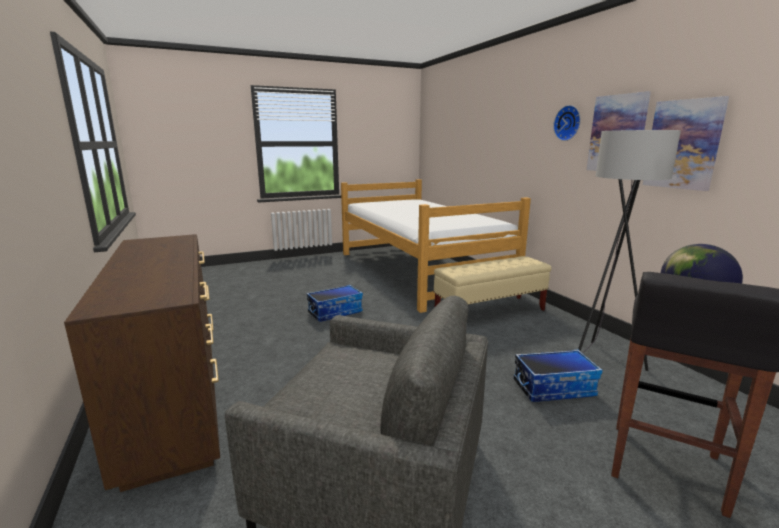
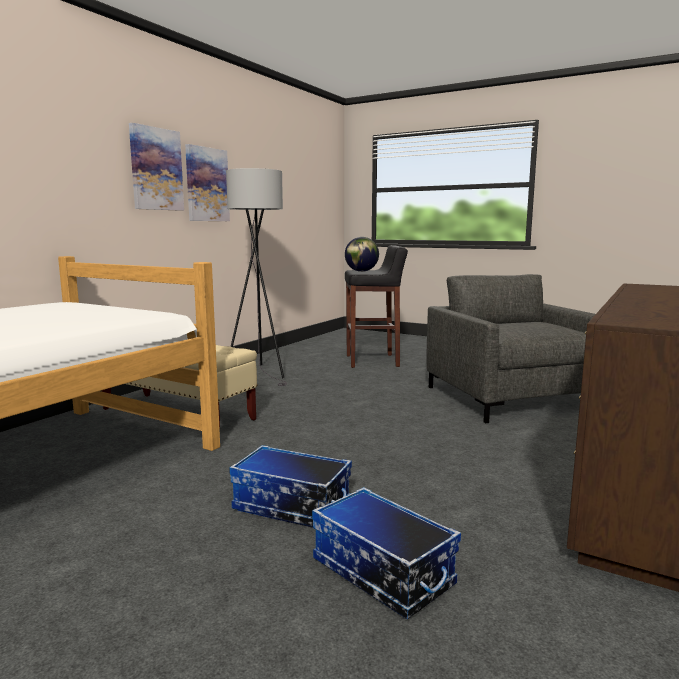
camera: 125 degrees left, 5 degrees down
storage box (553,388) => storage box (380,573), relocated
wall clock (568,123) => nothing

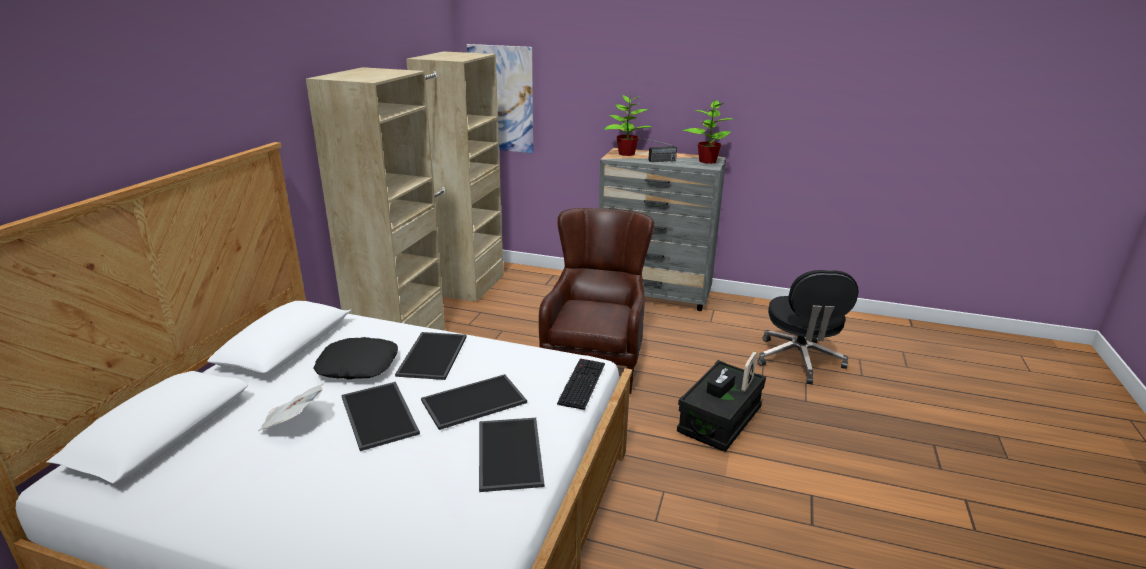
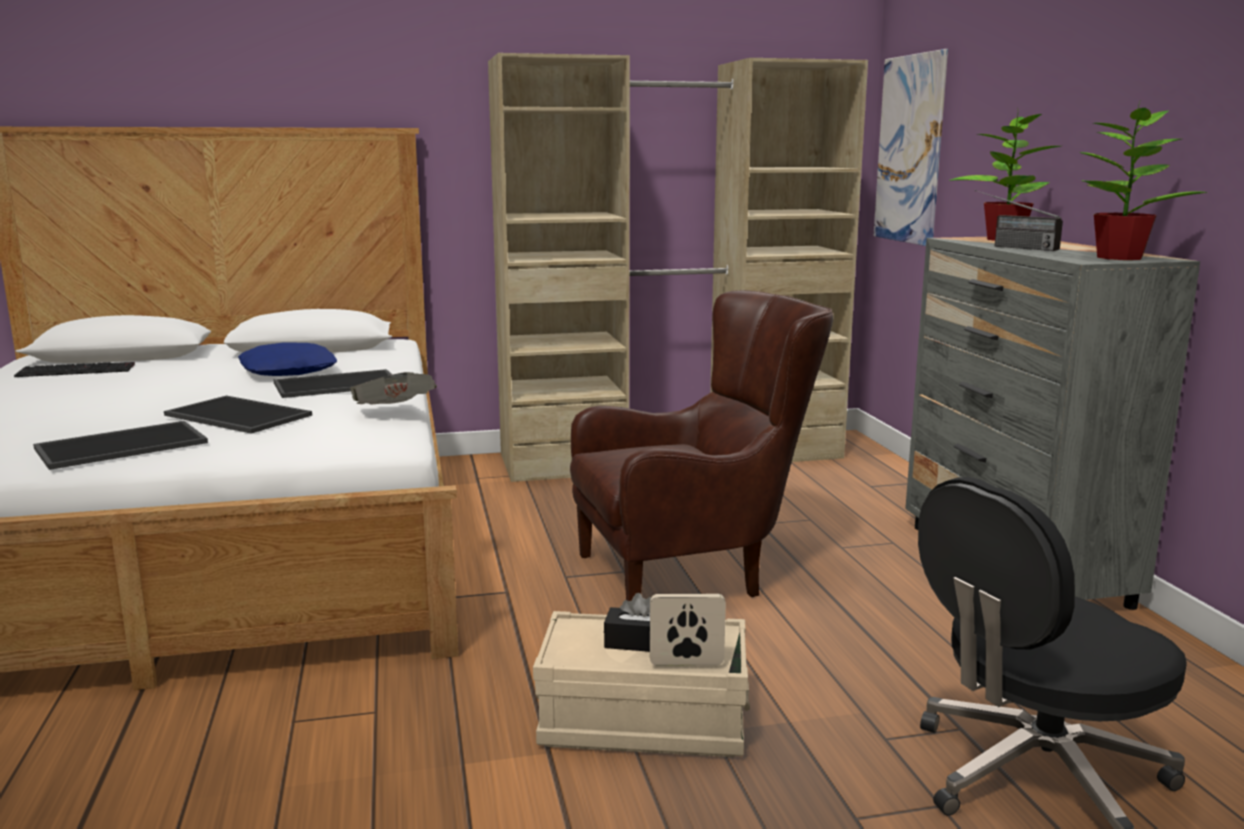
camera: 60 degrees right, 10 degrees down
keyboard (581,383) => keyboard (78,370), relocated
pillow (black) (358,365) => pillow (blue) (289,371)
newspaper (294,422) => newspaper (395,413), relocated
storage box (black) (719,420) => storage box (beige) (643,721)
tray (381,415) => nothing

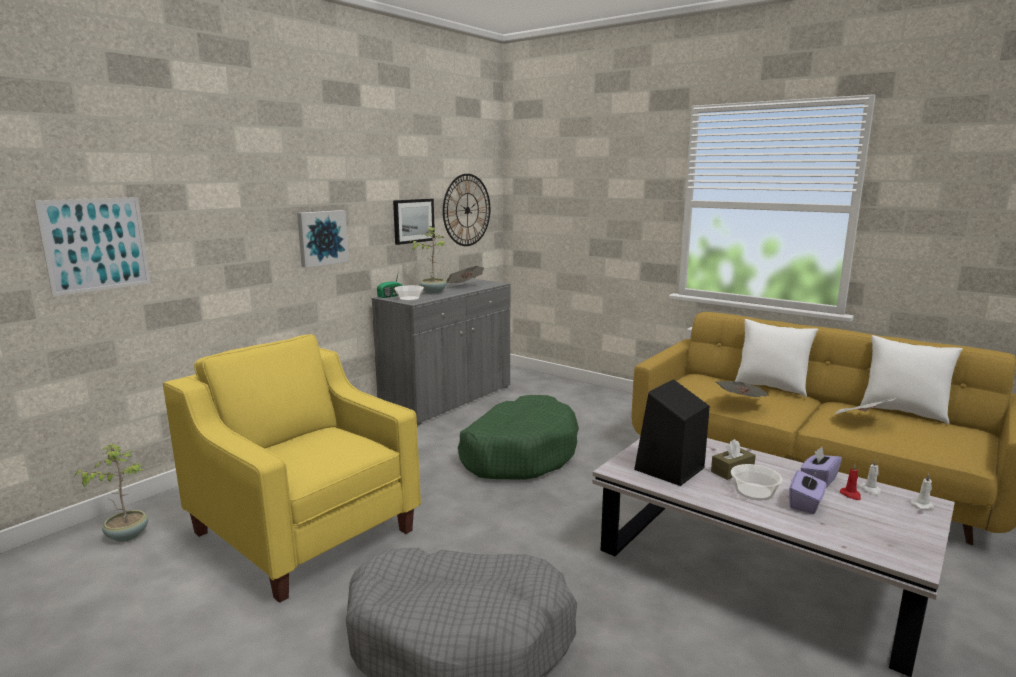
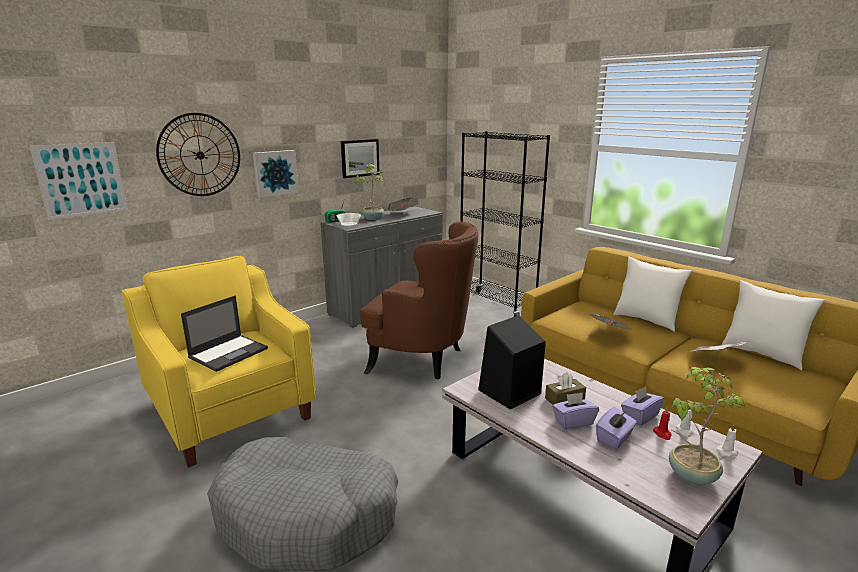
camera: 10 degrees right, 5 degrees up
wall clock (467,210) => wall clock (200,155), relocated
nothing => laptop (229,352)
dog bed (green) (519,453) => armchair (brown) (423,359)
nothing => bookcase (black) (496,304)
bowl (754,492) => tissue box (purple) (573,421)
potted plant (127,535) => potted plant (691,475), relocated

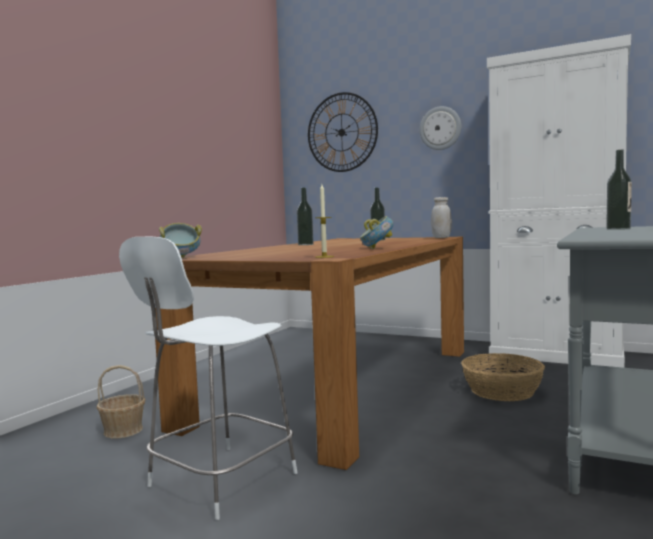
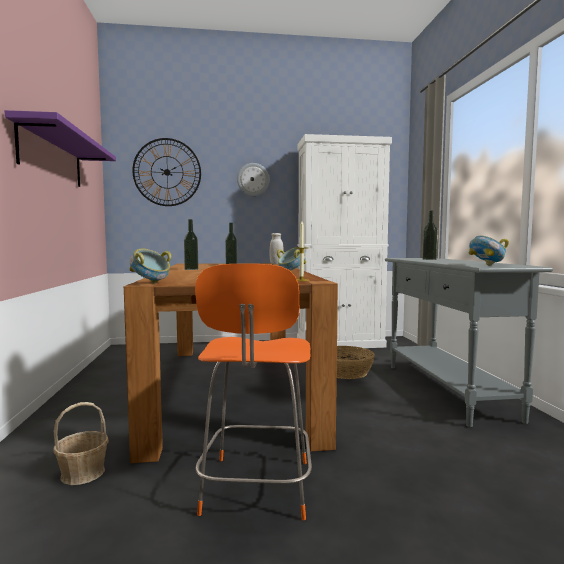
camera: 35 degrees left, 0 degrees up
nothing => shelf (purple) (52,157)
chair (white) (218,481) => chair (orange) (256,489)
nothing => bowl (486,265)

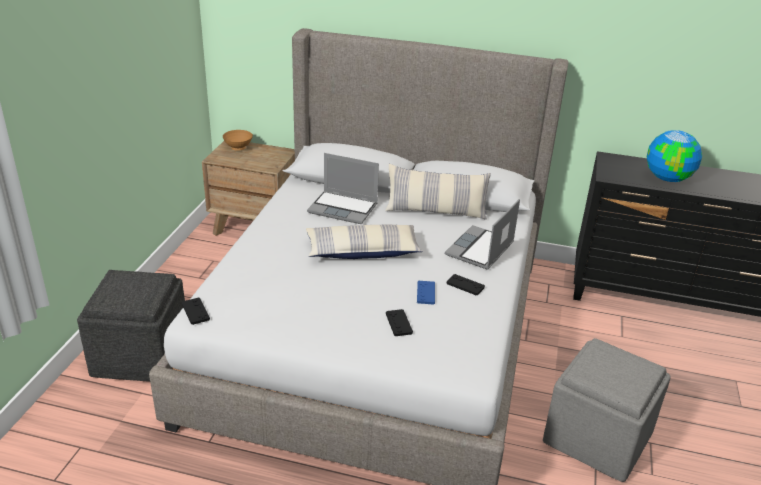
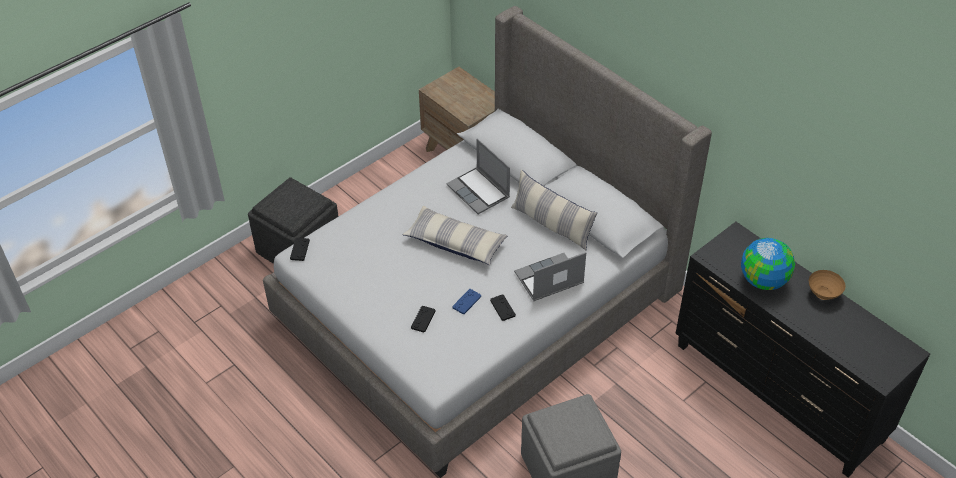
camera: 35 degrees right, 15 degrees up
bowl (brown) (238,149) => bowl (brown) (823,295), relocated

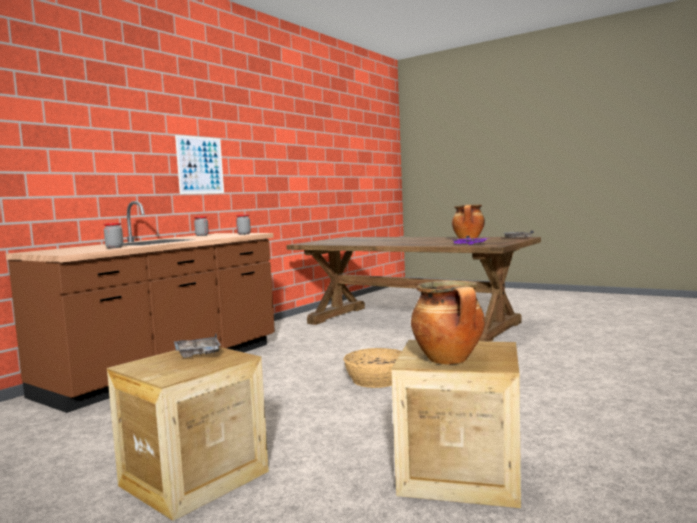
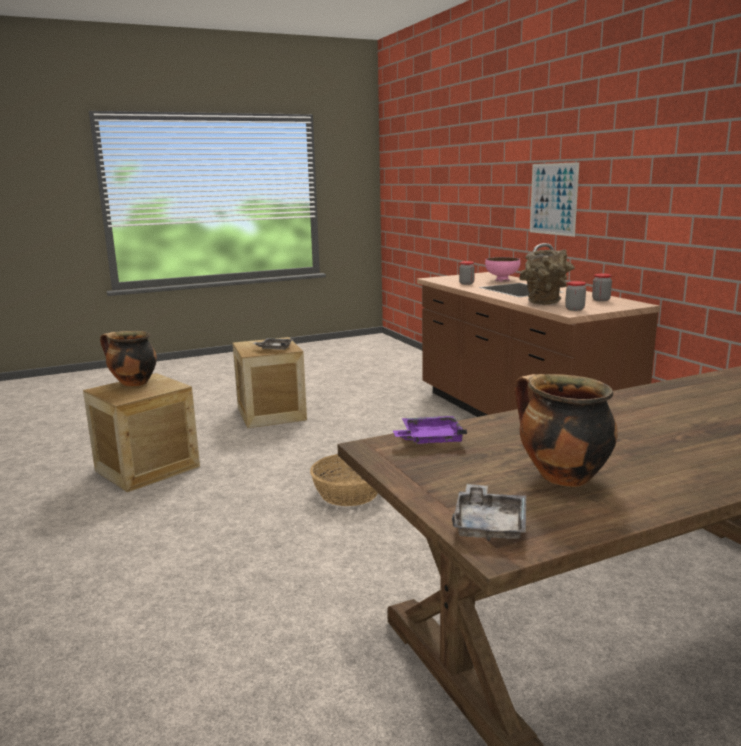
camera: 120 degrees right, 10 degrees up
nothing => bowl (pink) (502,280)
nothing => vase (brown) (545,303)
picture (200,165) => picture (553,199), relocated

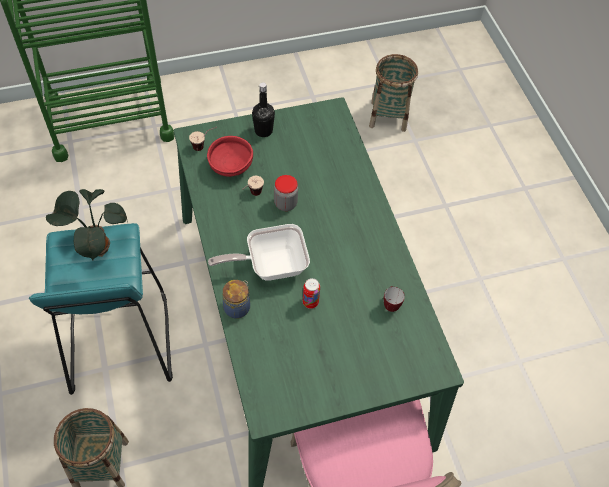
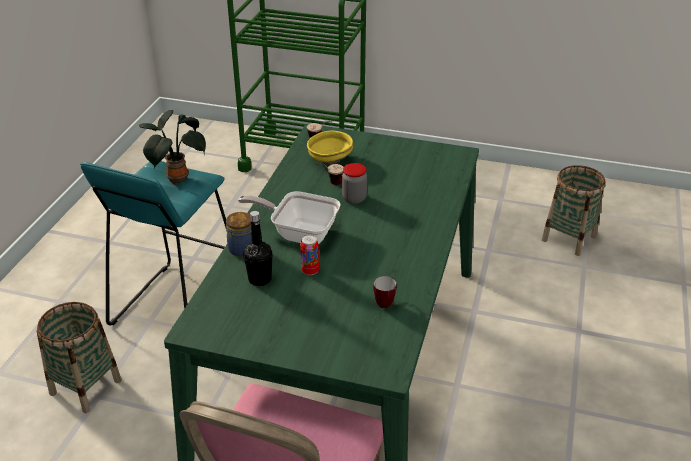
camera: 35 degrees right, 20 degrees down
bottle (black) (263,131) => bottle (black) (260,279), relocated
bowl (red) (230,166) => bowl (yellow) (329,159)

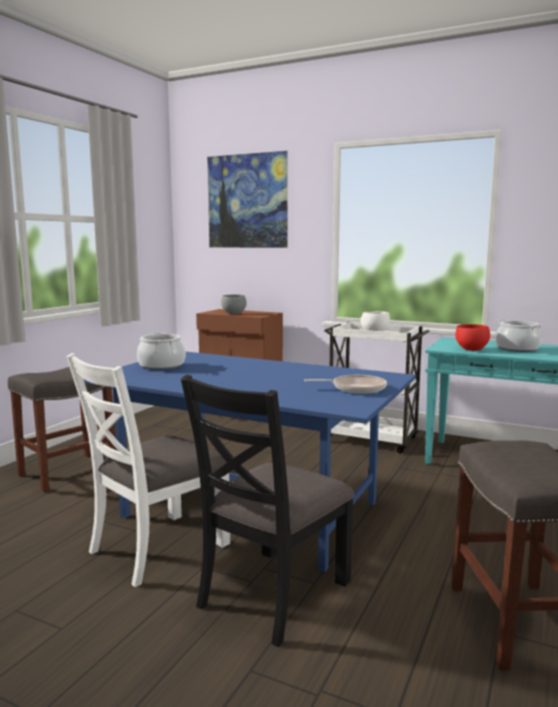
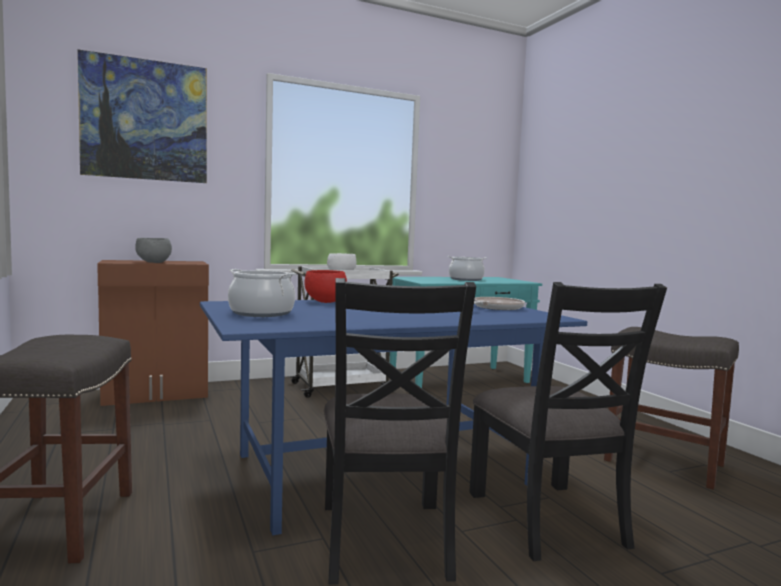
camera: 50 degrees left, 5 degrees down
bowl (red) (471,349) => bowl (red) (325,302), relocated
chair (white) (157,547) => chair (black) (386,539)

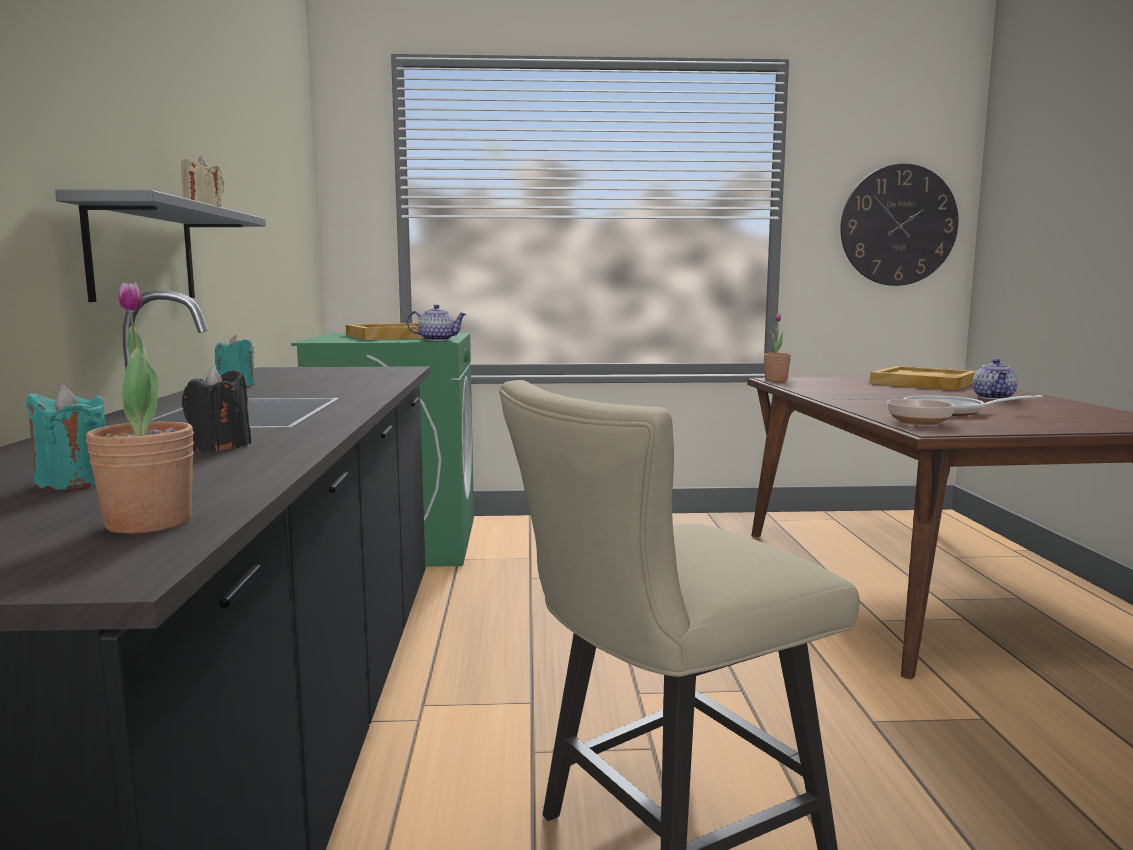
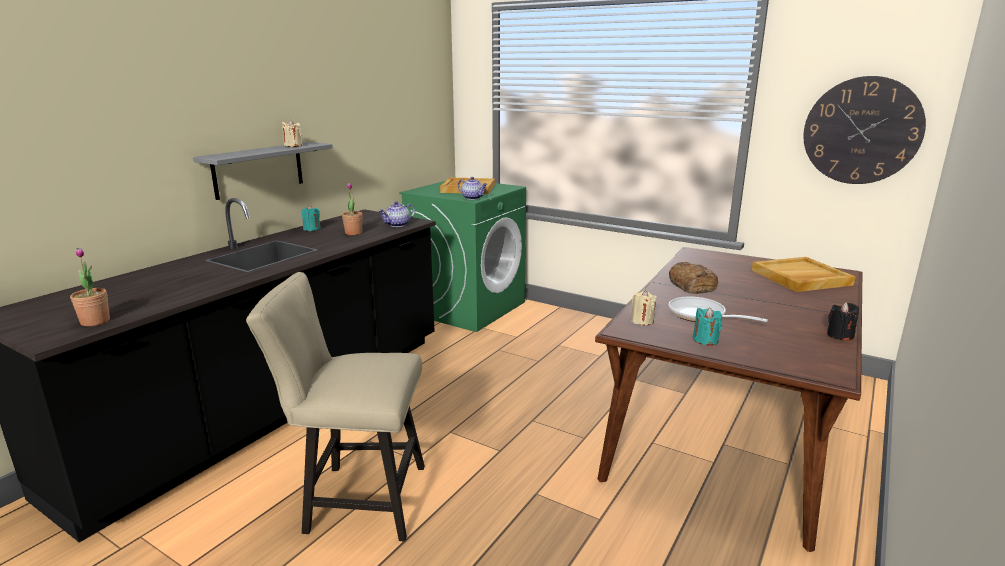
camera: 35 degrees right, 10 degrees up
potted plant (776,380) => potted plant (353,233), relocated
teapot (994,398) => teapot (398,225), relocated
bowl (920,422) => candle (beige) (642,321)
nothing => bread (692,284)
candle (turquoise) (73,482) => candle (turquoise) (705,340), relocated
candle (black) (220,447) => candle (black) (840,335), relocated

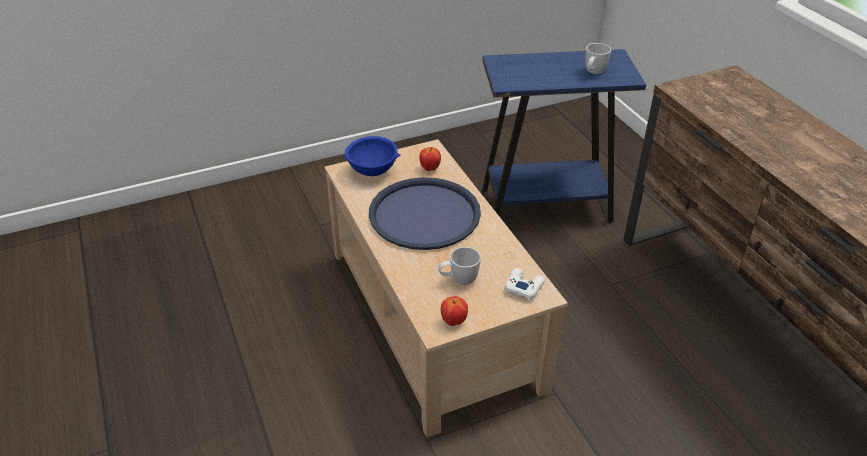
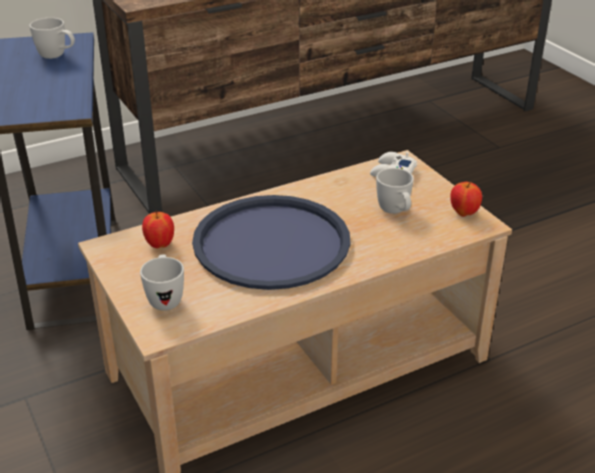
camera: 95 degrees left, 5 degrees down
bowl (blue) (373,172) => mug (white) (165,298)

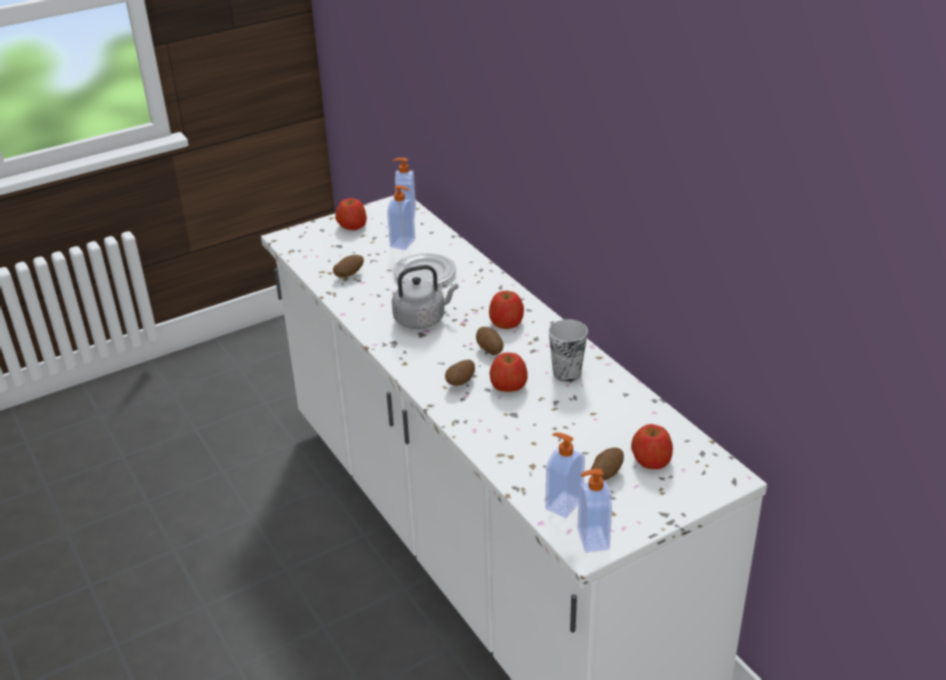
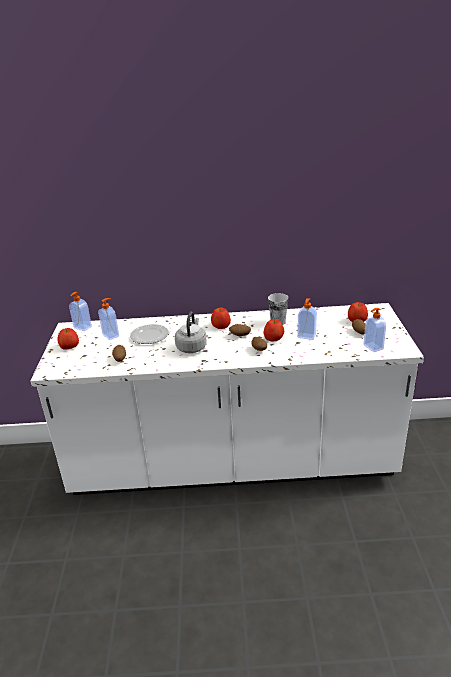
camera: 60 degrees left, 5 degrees down
soap dispenser (591,539) => soap dispenser (306,336), relocated

